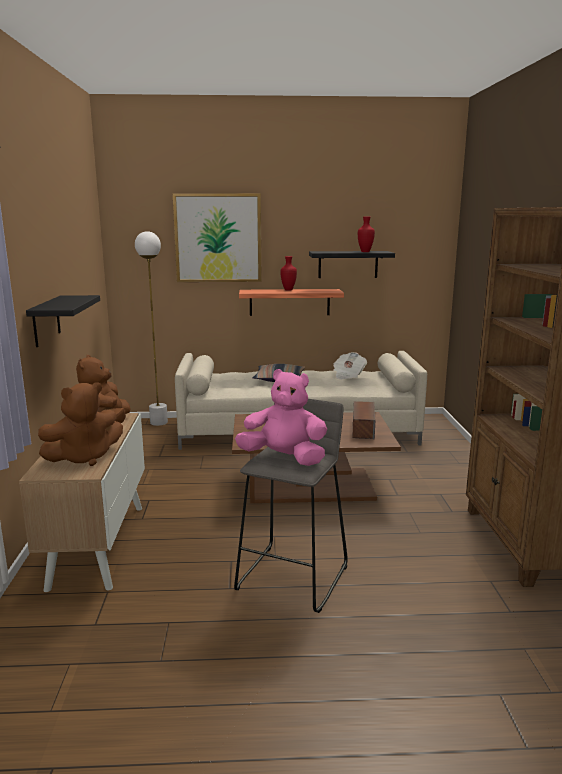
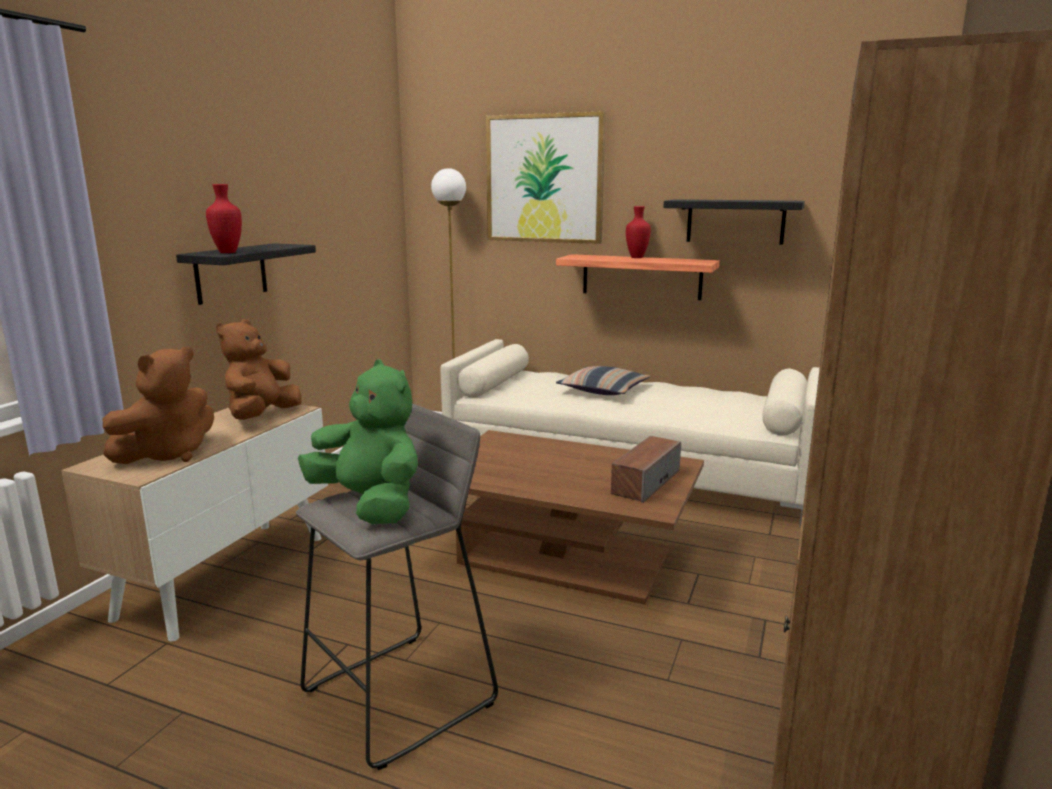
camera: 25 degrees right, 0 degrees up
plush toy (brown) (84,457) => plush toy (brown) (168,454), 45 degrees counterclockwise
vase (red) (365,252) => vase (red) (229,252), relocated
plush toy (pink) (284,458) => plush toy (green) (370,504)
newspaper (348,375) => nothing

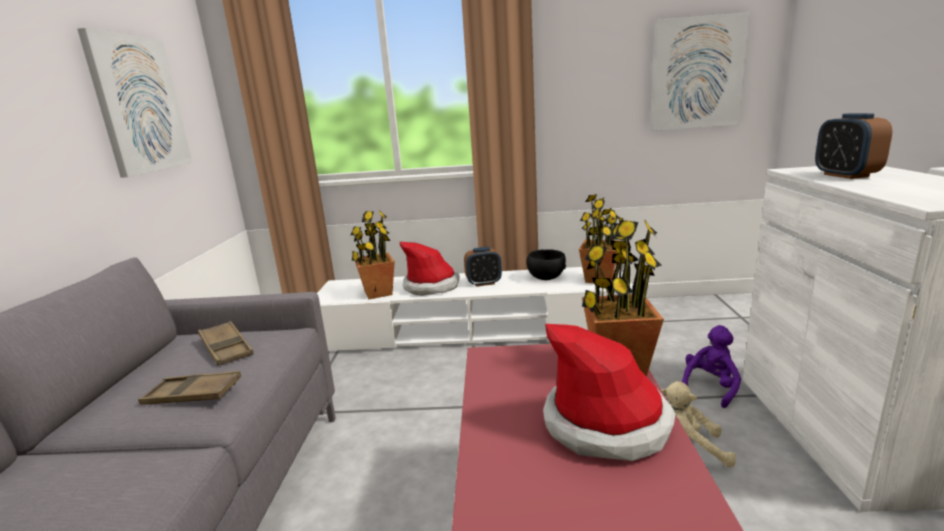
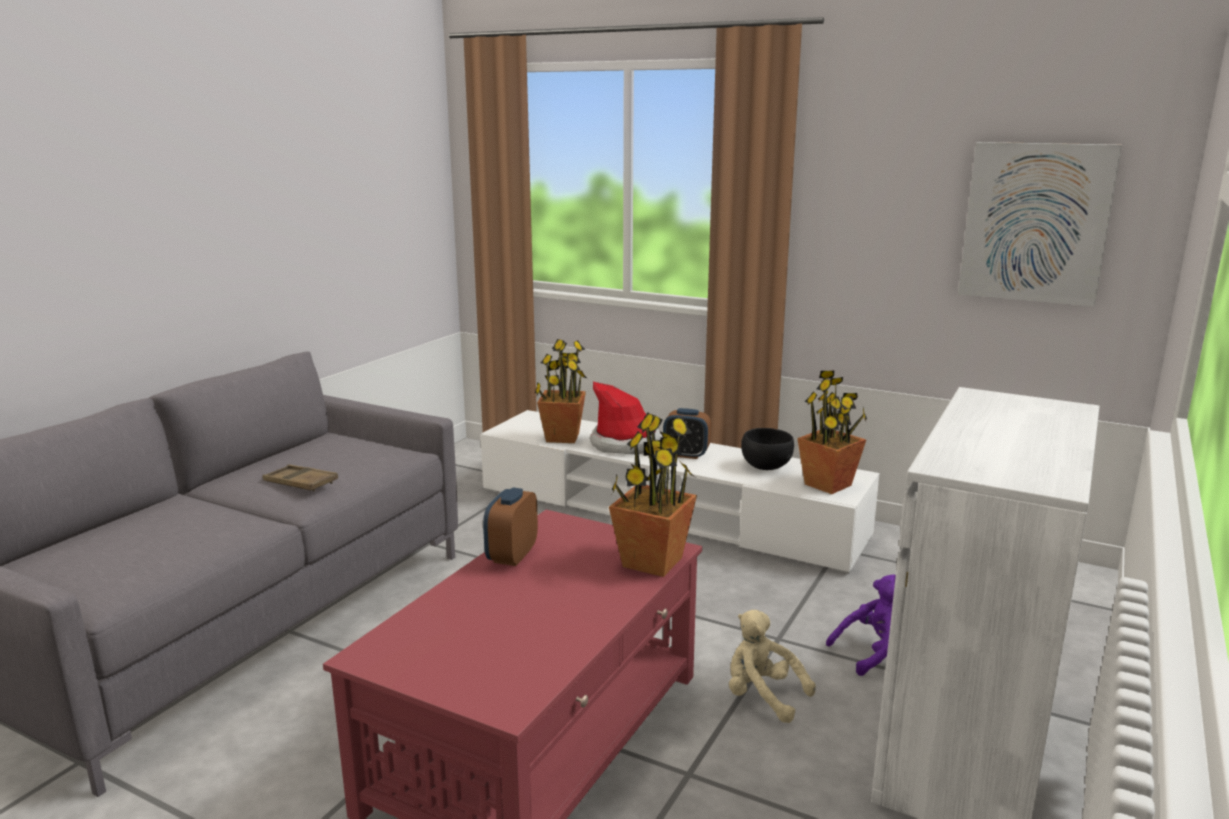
camera: 25 degrees right, 0 degrees up
alarm clock (845,175) => alarm clock (512,556), relocated
picture (139,105) => nothing
tray (brown) (226,348) => nothing
hat (606,423) => nothing

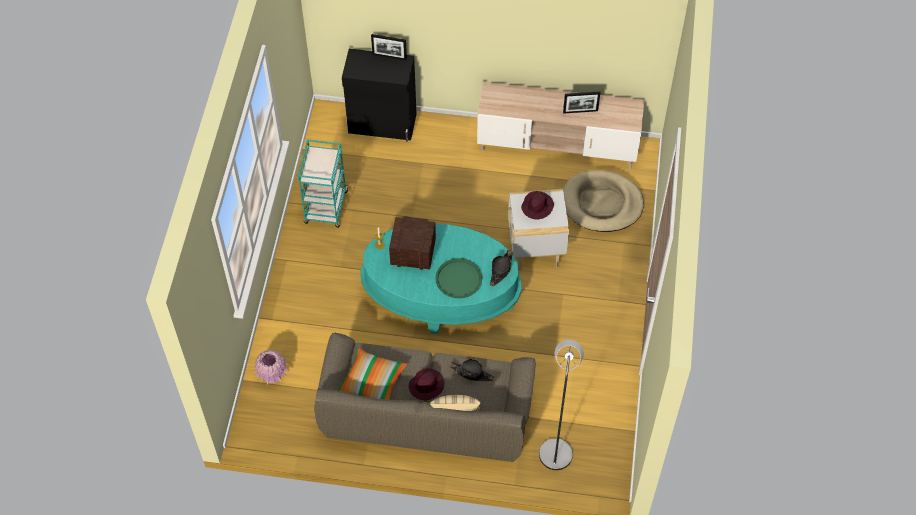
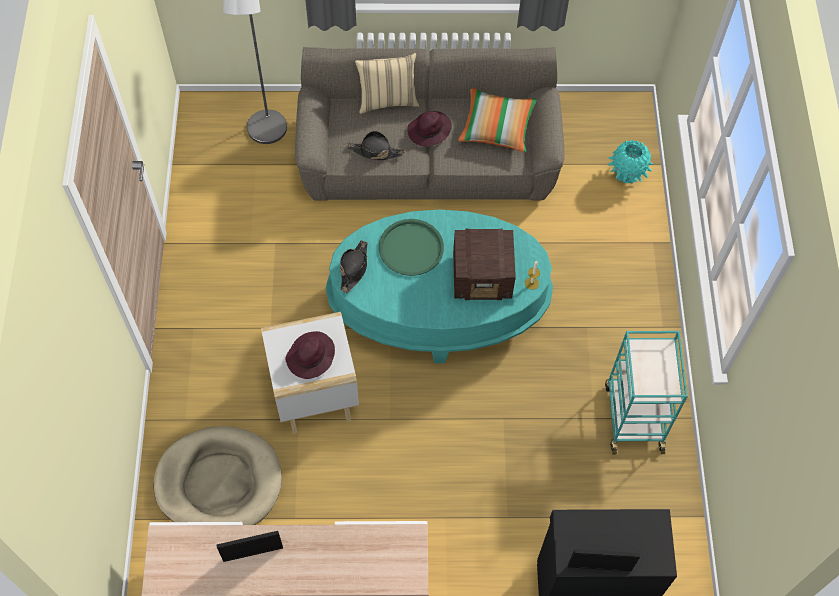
camera: 170 degrees right, 5 degrees up
vase (pink) (272,375) => vase (turquoise) (627,174)

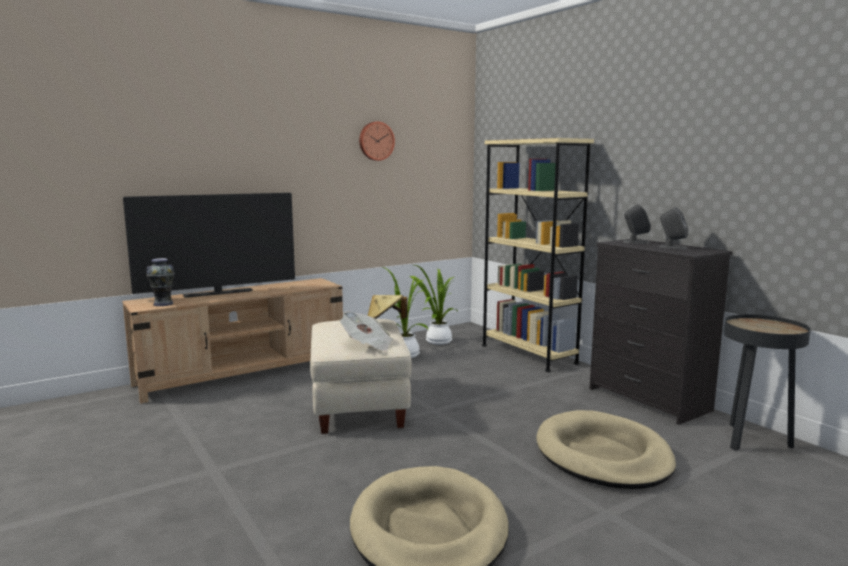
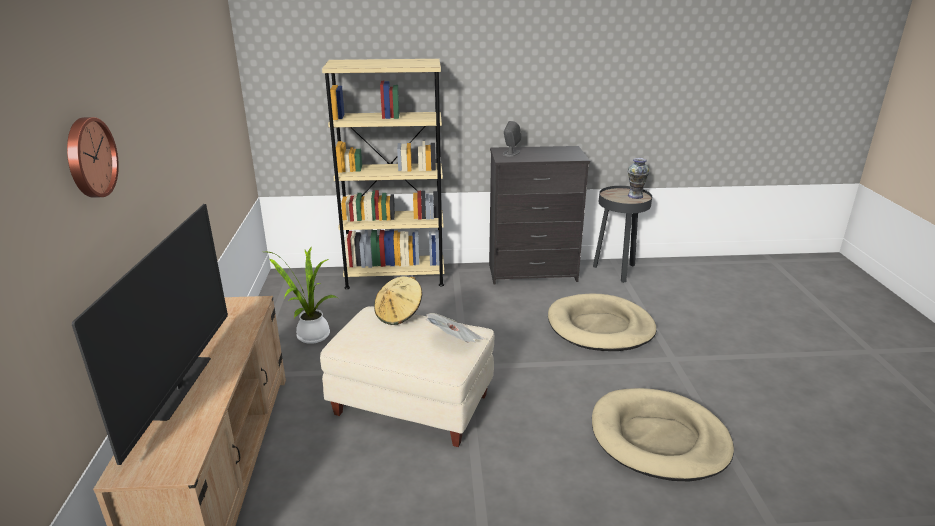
camera: 60 degrees left, 15 degrees up
wall clock (376,141) => wall clock (89,157), relocated
vase (163,304) => vase (635,196), relocated
potted plant (436,341) => nothing
speaker (grey) (672,247) => nothing

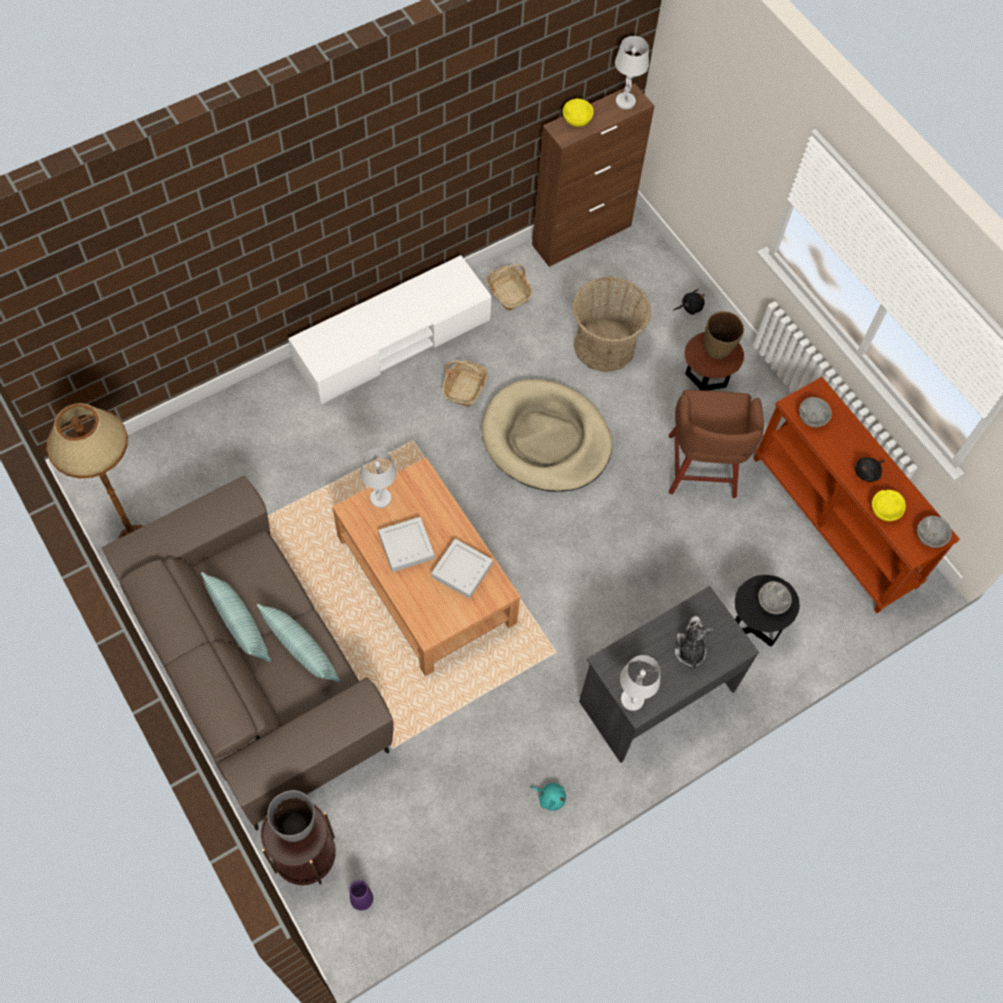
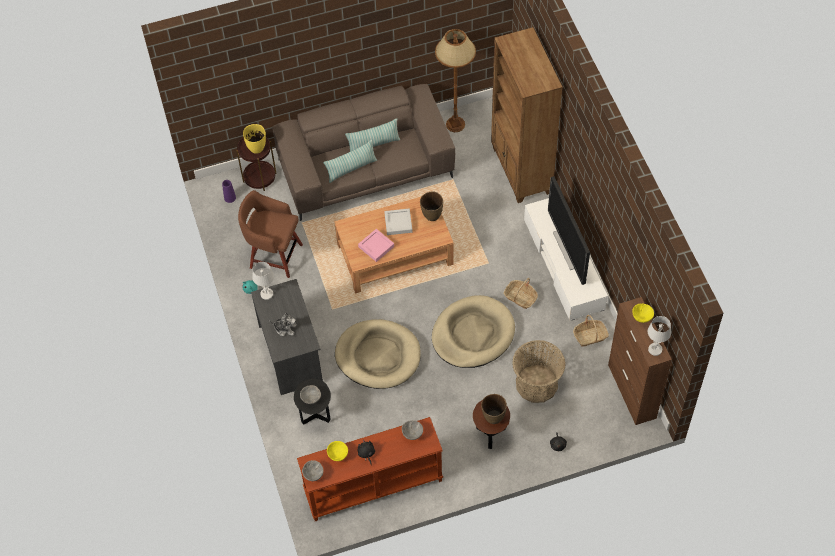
camera: 110 degrees right, 5 degrees down
stool (brown) (701,469) => stool (brown) (274,255), relocated
vase (grey) (296,825) => vase (yellow) (257,148)
nothing => dog bed (beige) (378,356)
tray (grey) (462,570) => tray (pink) (376,247)
table lamp (white) (380,498) => vase (brown) (432,216)
nothing => bookcase (brown) (521,171)
nothing => television (568,249)

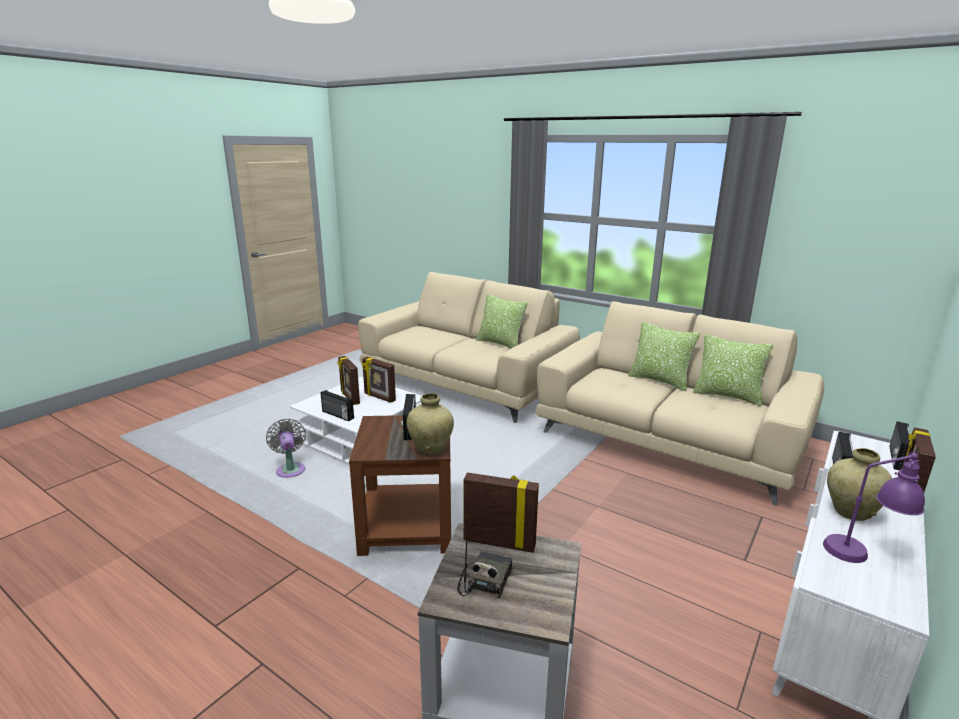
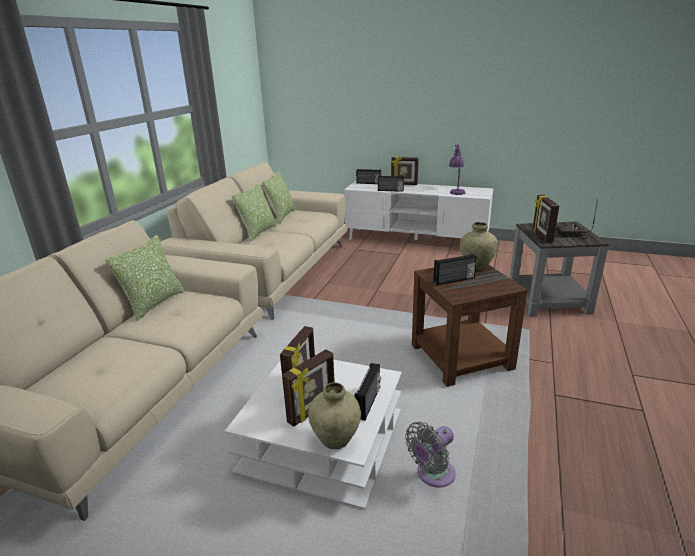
camera: 105 degrees left, 5 degrees up
vase (beige) (850,512) => vase (beige) (335,439), relocated

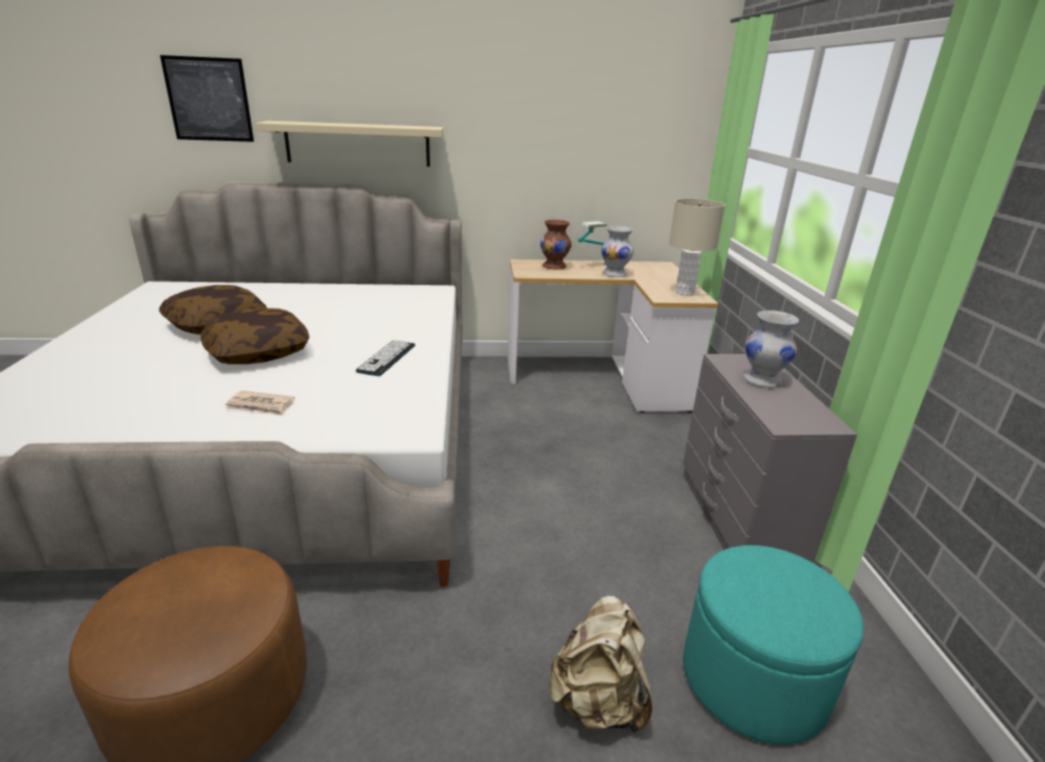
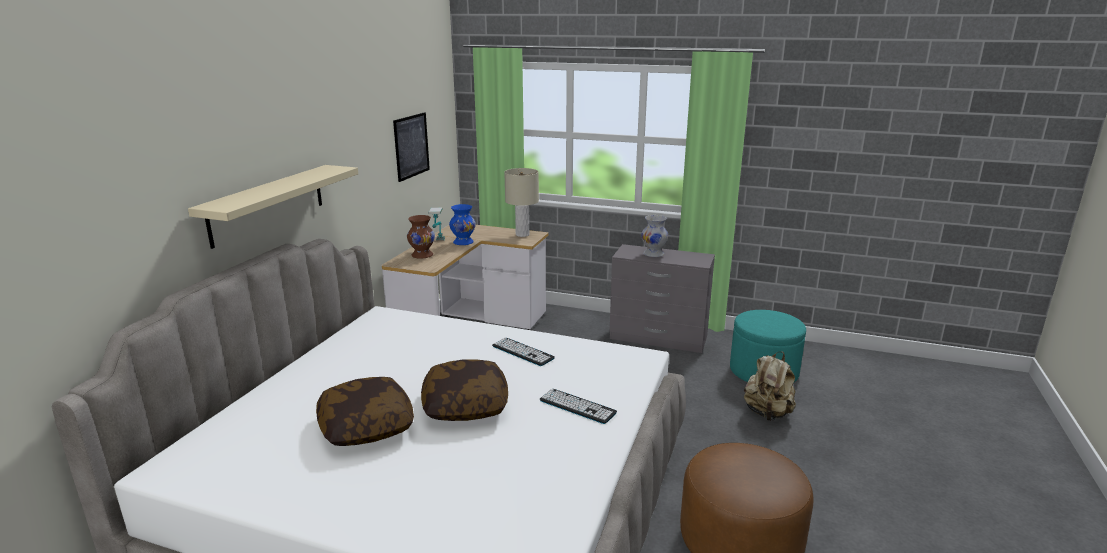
camera: 65 degrees left, 5 degrees down
picture (209,99) => picture (411,146), relocated
vase (white) (614,274) => vase (blue) (463,243)
newspaper (261,406) => keyboard (577,406)

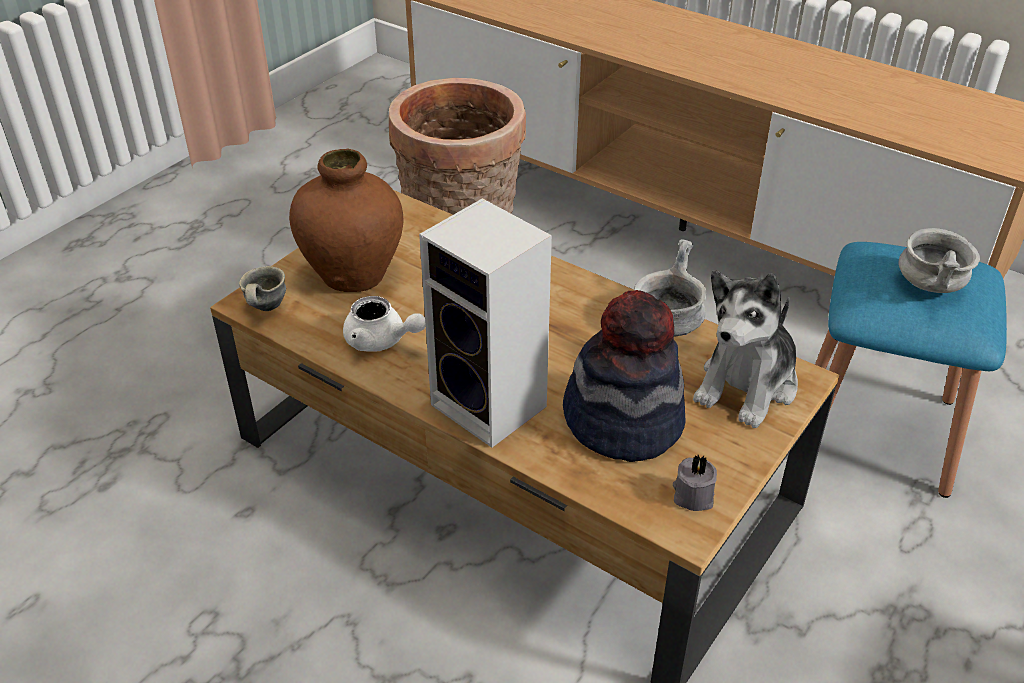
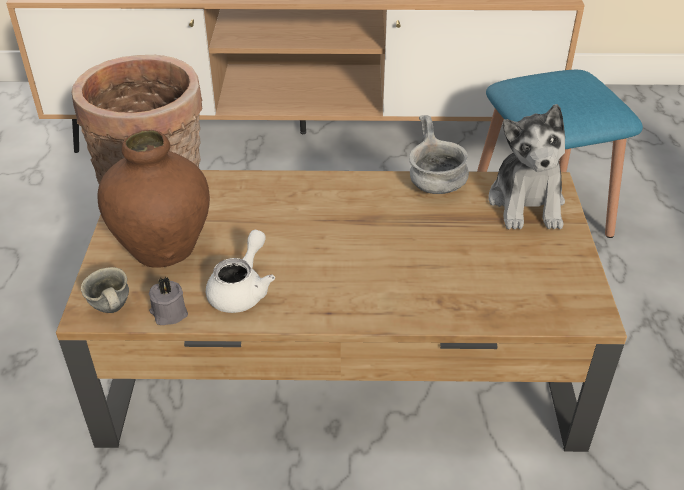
camera: 35 degrees left, 0 degrees up
candle (grey) (692,495) => candle (grey) (168,313), relocated
teapot (white) (381,341) => teapot (white) (242,290), 60 degrees counterclockwise
speaker (493,406) => nothing
hat (623,420) => nothing
bowl (grey) (931,286) => nothing

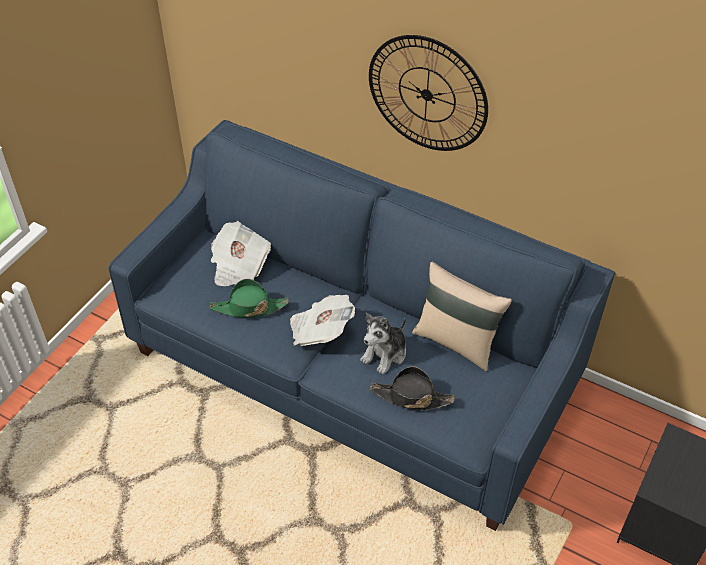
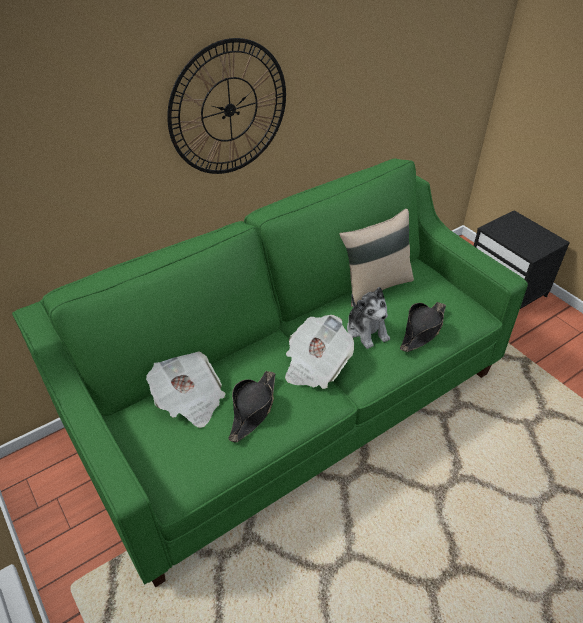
camera: 65 degrees left, 5 degrees down
sofa (blue) (353,369) => sofa (green) (290,403)
hat (green) (249,307) => hat (black) (253,409)

